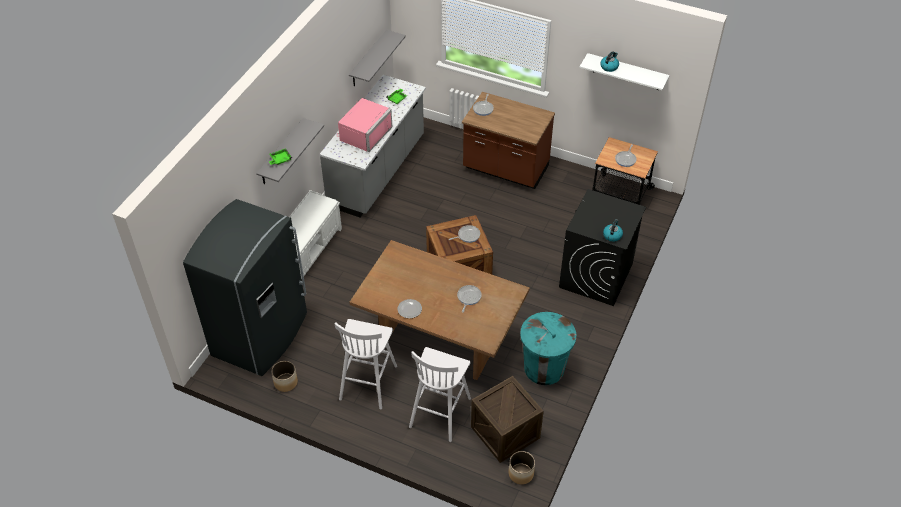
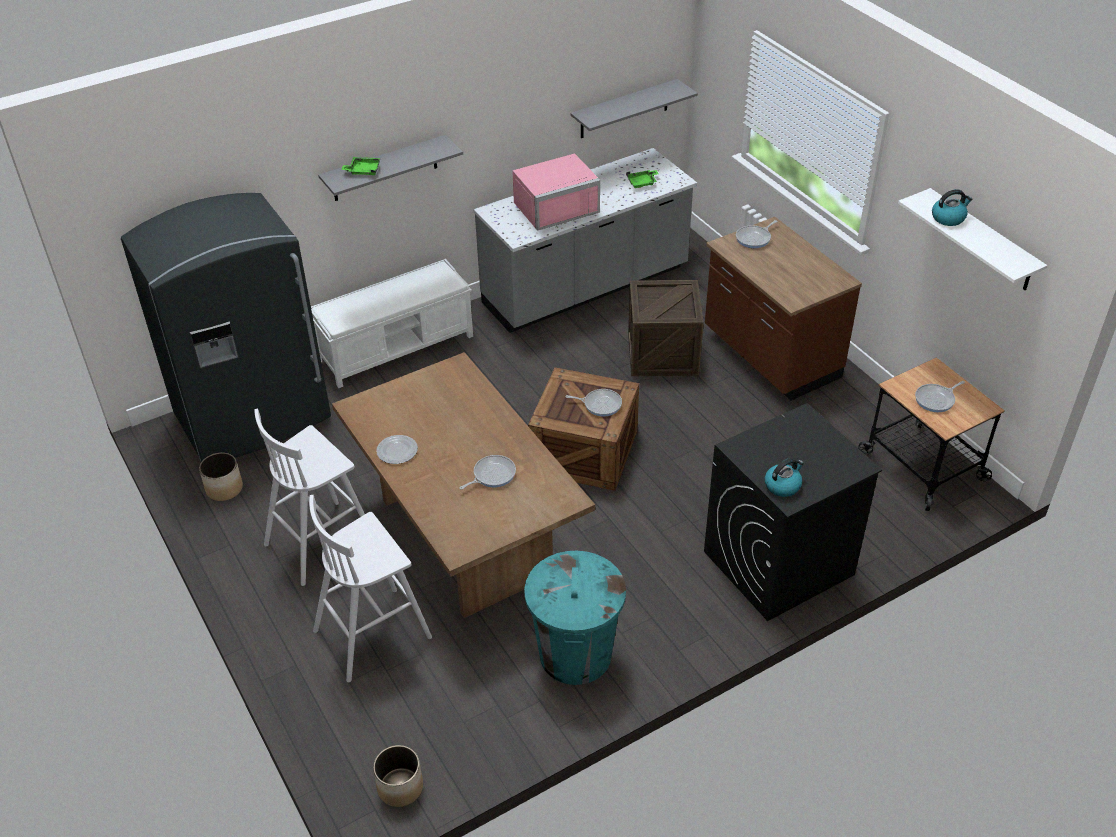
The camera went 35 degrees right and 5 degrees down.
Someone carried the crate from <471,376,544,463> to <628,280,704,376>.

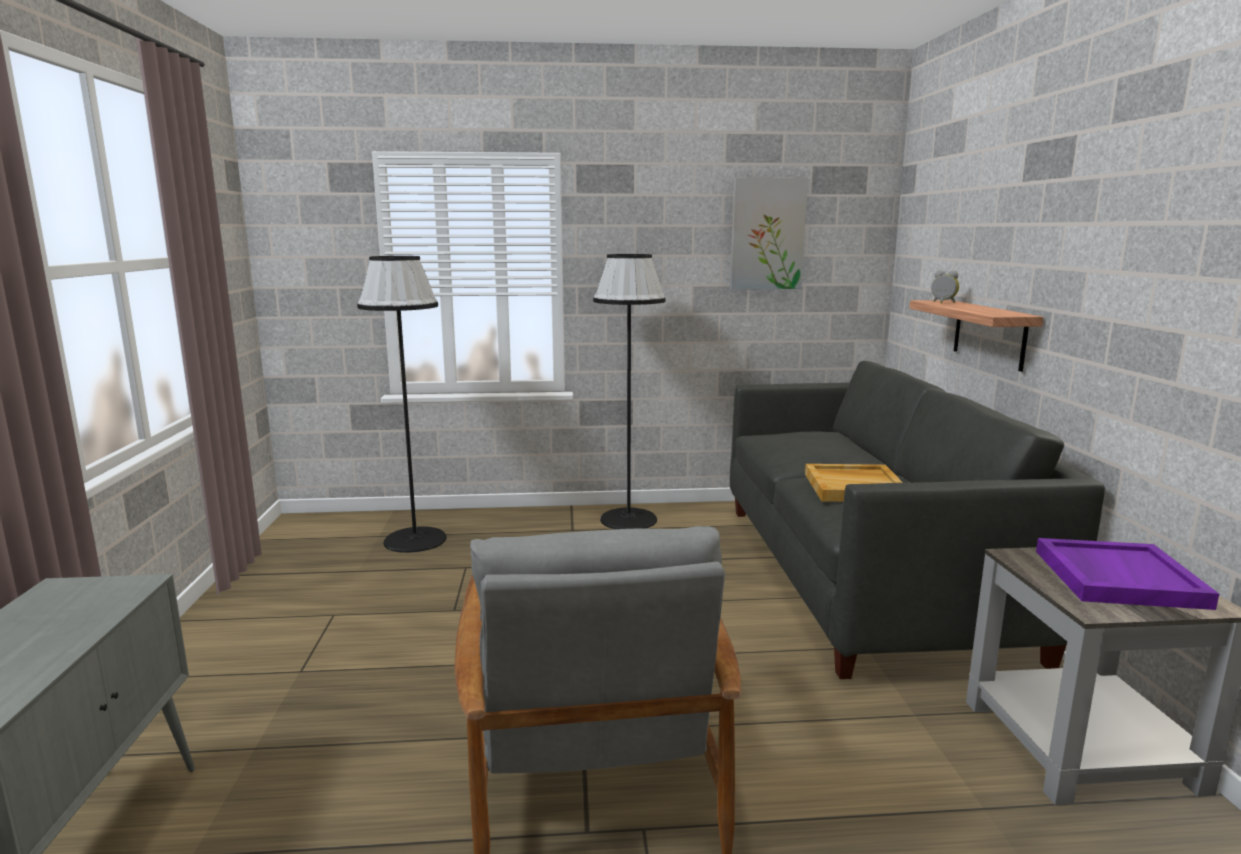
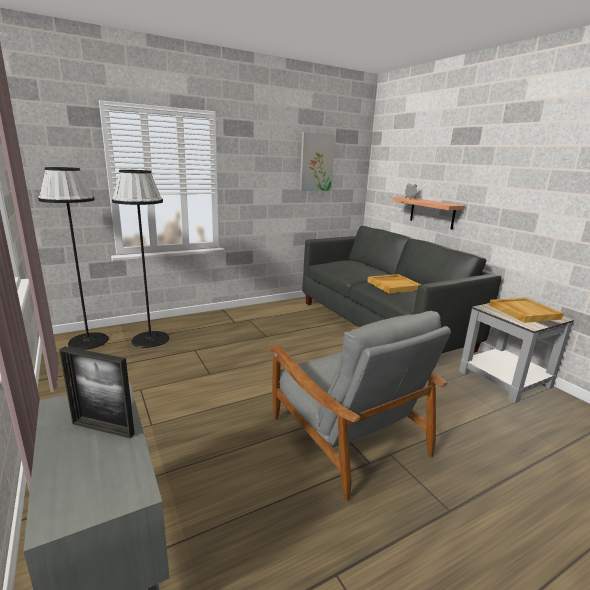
The camera went 25 degrees left and 5 degrees up.
Someone carried the standing lamp (black-coloured) from <593,254,666,529> to <38,167,109,350>.
Someone repainted the carrying tray (purple) at <1036,538,1219,610>, which became the carrying tray (beige-coloured) at <489,297,564,323>.
Someone put down the picture frame at <59,347,135,438>.

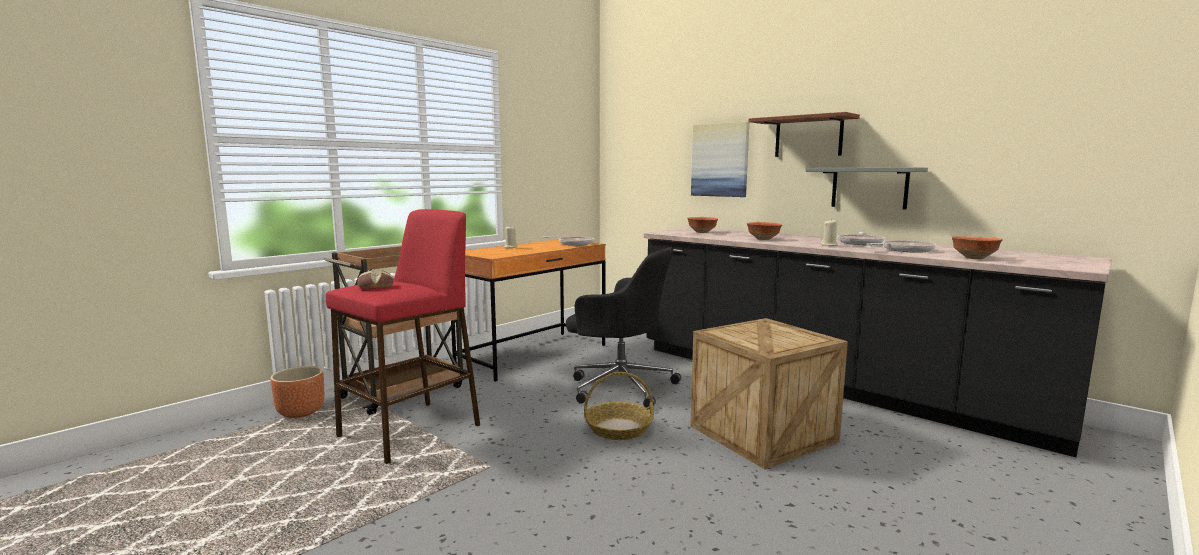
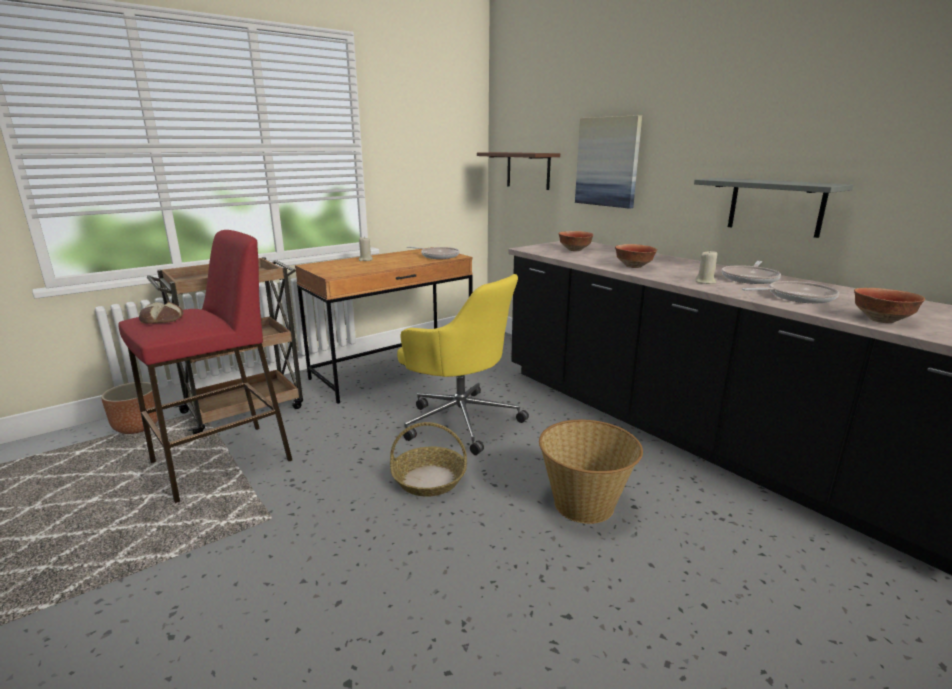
The camera went 10 degrees right and 10 degrees up.
Someone repainted the office chair (black-coloured) at <566,247,681,408>, which became the office chair (yellowish) at <397,274,529,455>.
Someone swapped the crate at <690,318,848,469> for the basket at <539,420,643,524>.
Someone carried the wall shelf (brownish) from <749,112,860,157> to <477,152,560,190>.

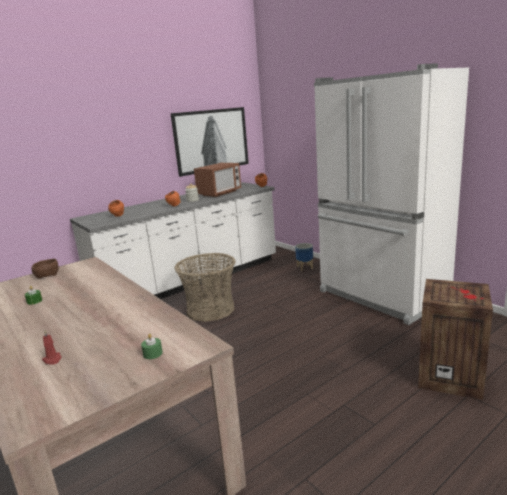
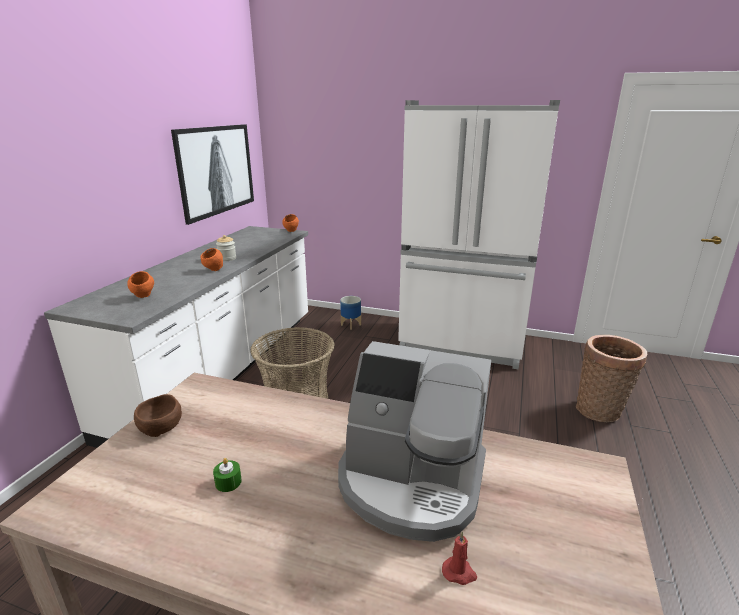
The camera went 35 degrees left and 5 degrees up.
Someone took away the wax light (greenish) at <141,334,163,359>.
Someone took away the microwave at <194,163,241,197>.
Someone swapped the crate at <418,279,493,400> for the basket at <576,335,647,422>.
Someone put down the coffee machine at <338,341,491,542>.

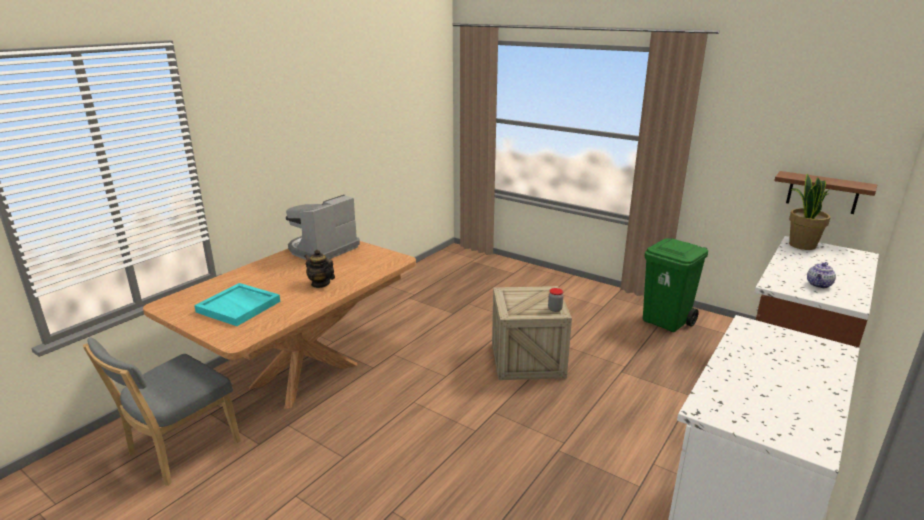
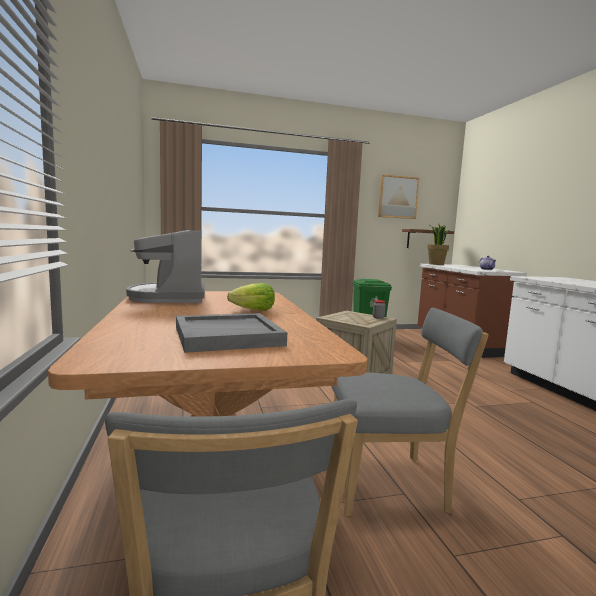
The camera went 50 degrees left and 15 degrees down.
Someone repainted the carrying tray (turquoise) at <194,283,281,326>, which became the carrying tray (grey) at <176,313,287,353>.
Someone swapped the tea pot at <304,250,335,288> for the head of lettuce at <227,283,275,311>.
Someone put down the plain chair (grey) at <332,308,489,516>.
Someone put up the picture at <378,174,419,219>.

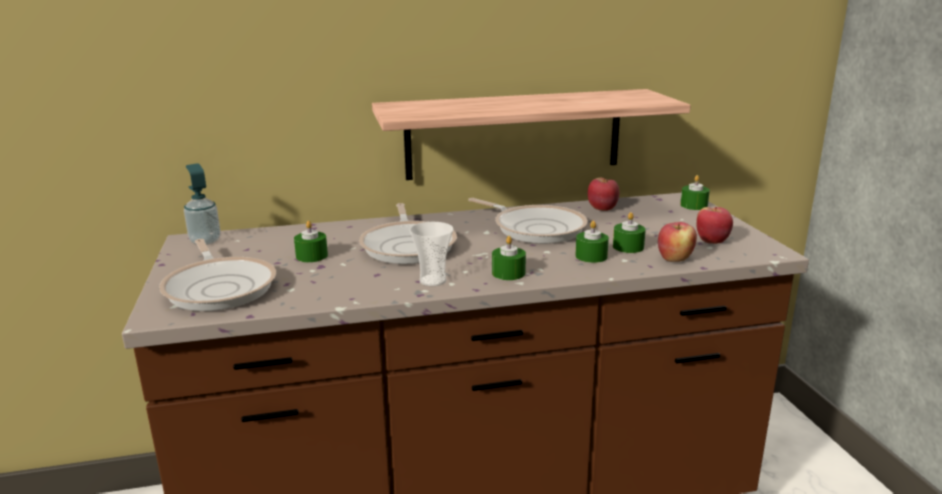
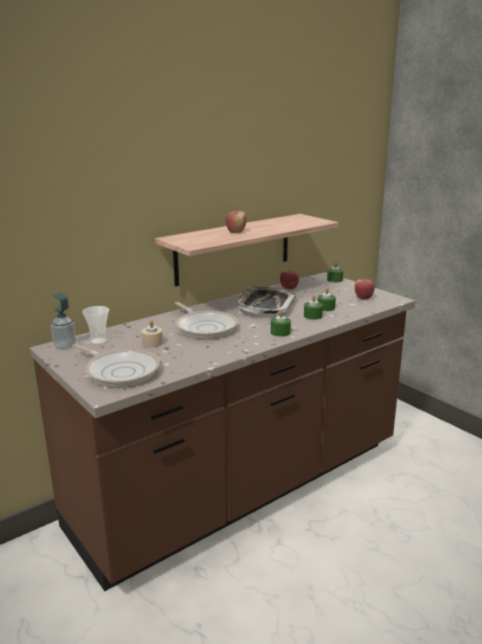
The camera went 25 degrees left and 0 degrees up.
Someone repainted the wax light (greenish) at <294,221,328,262>, which became the wax light (beige-coloured) at <141,320,163,348>.
Someone carried the small cup from <409,222,454,286> to <82,306,109,345>.
Someone swapped the frying pan at <468,198,588,244> for the carrying tray at <236,286,296,314>.
Someone carried the whole apple from <658,222,697,262> to <226,210,247,233>.

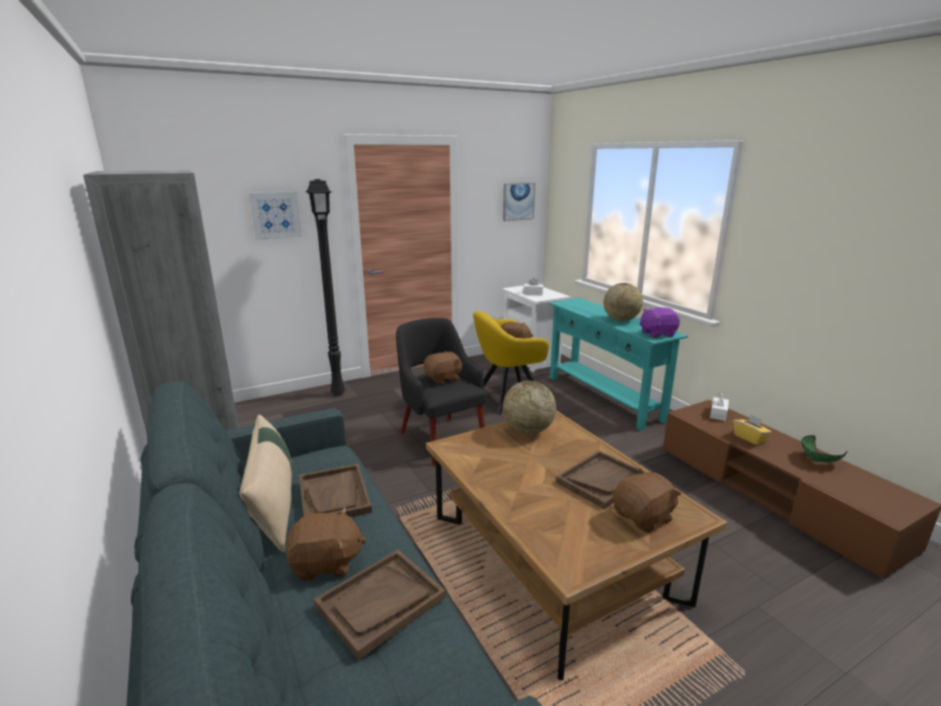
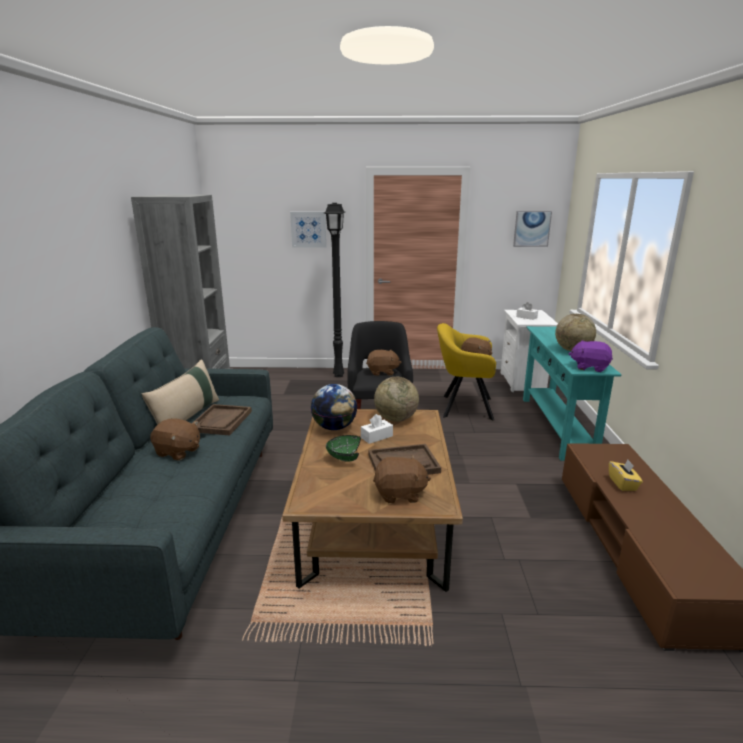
The camera went 30 degrees right and 0 degrees up.
Someone took away the carrying tray (brownish) at <314,550,446,660>.
Someone carried the tissue holder (white) from <710,393,729,421> to <361,414,393,444>.
Someone carried the bowl (greenish) from <801,435,848,463> to <326,435,361,461>.
Someone put down the world globe at <311,384,357,430>.

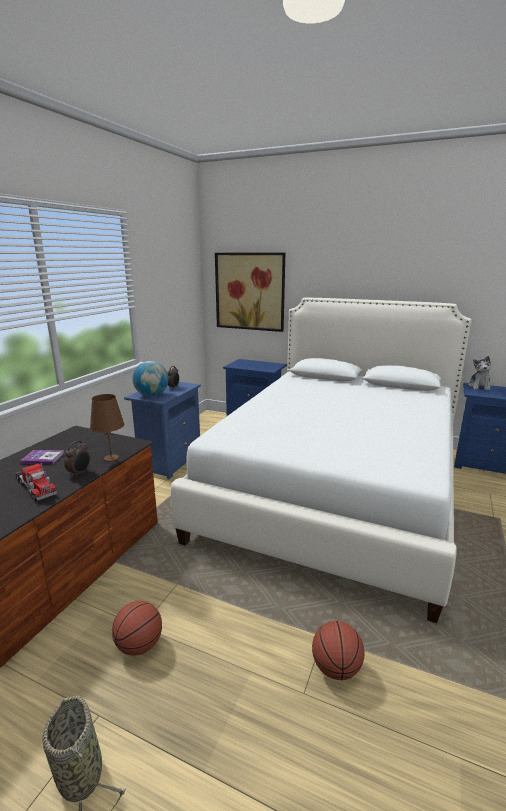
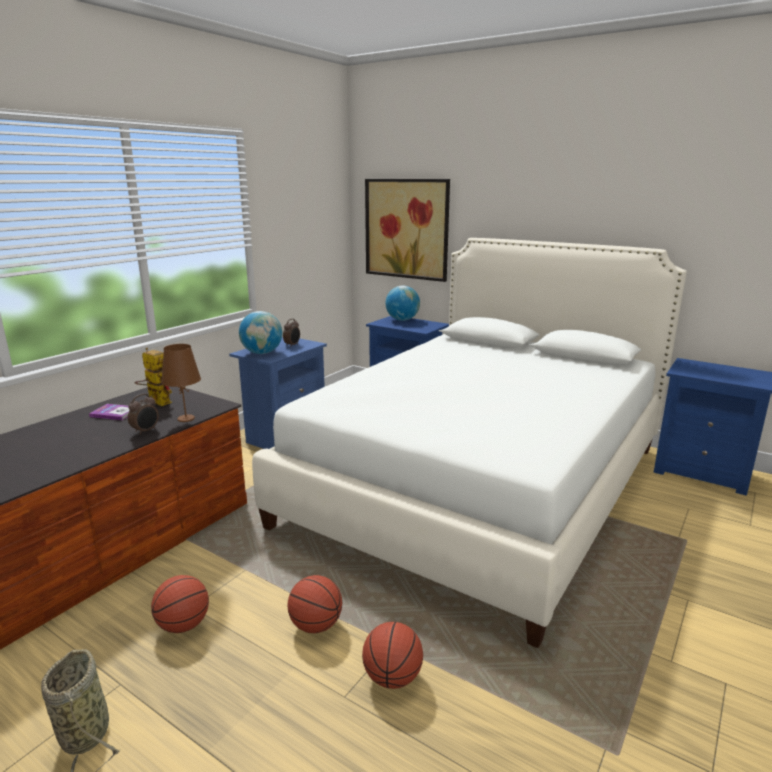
The camera went 10 degrees right and 0 degrees up.
Someone took away the toy truck at <15,463,57,501>.
Someone took away the plush toy at <468,356,491,391>.
Someone put down the robot figure at <135,348,172,406>.
Someone put down the basketball ball at <288,575,342,633>.
Someone put down the world globe at <386,286,420,321>.

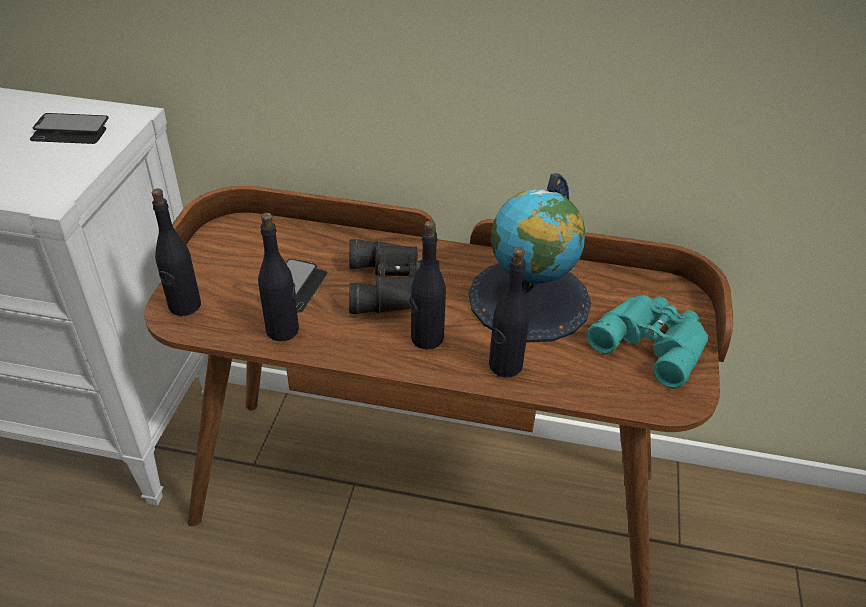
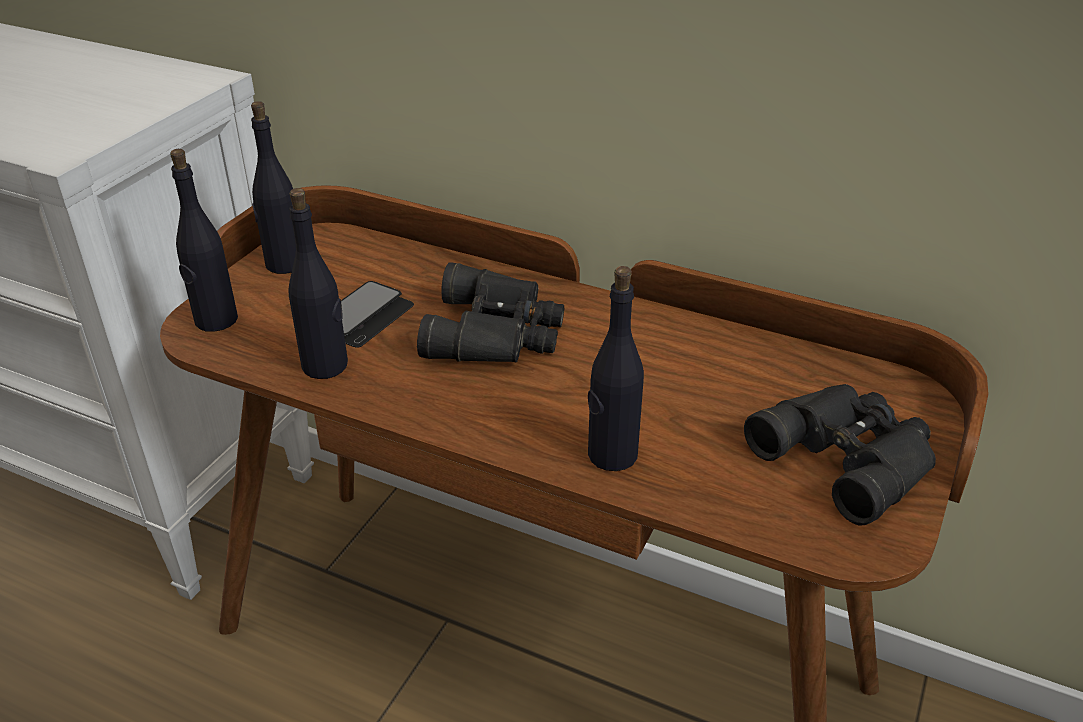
The camera went 15 degrees right and 5 degrees down.
Someone took away the handset at <30,113,109,144>.
Someone carried the drink bottle (black-coloured) from <410,221,446,350> to <251,101,296,274>.
Someone took away the world globe at <468,173,591,342>.
Someone repainted the binoculars (turquoise) at <587,295,708,389>, which became the binoculars (black-coloured) at <744,384,936,526>.

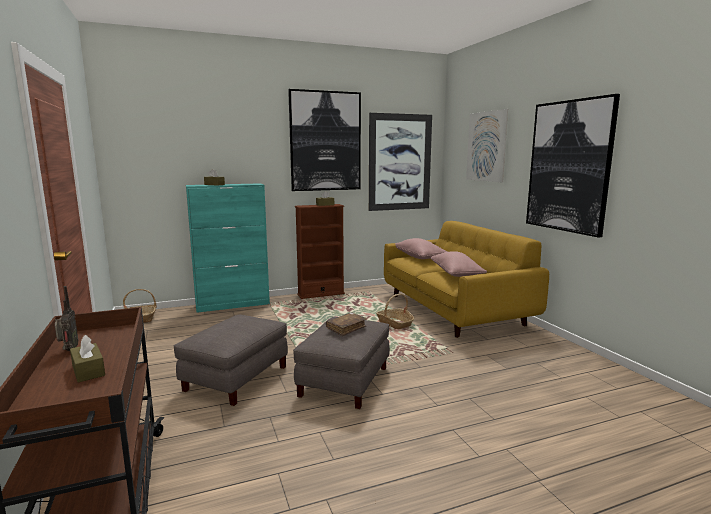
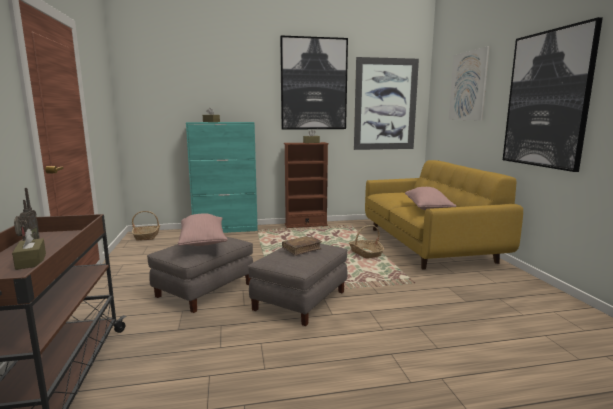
The camera went 10 degrees right and 0 degrees up.
Someone carried the pillow (pinkish) from <395,238,448,259> to <178,213,228,246>.

